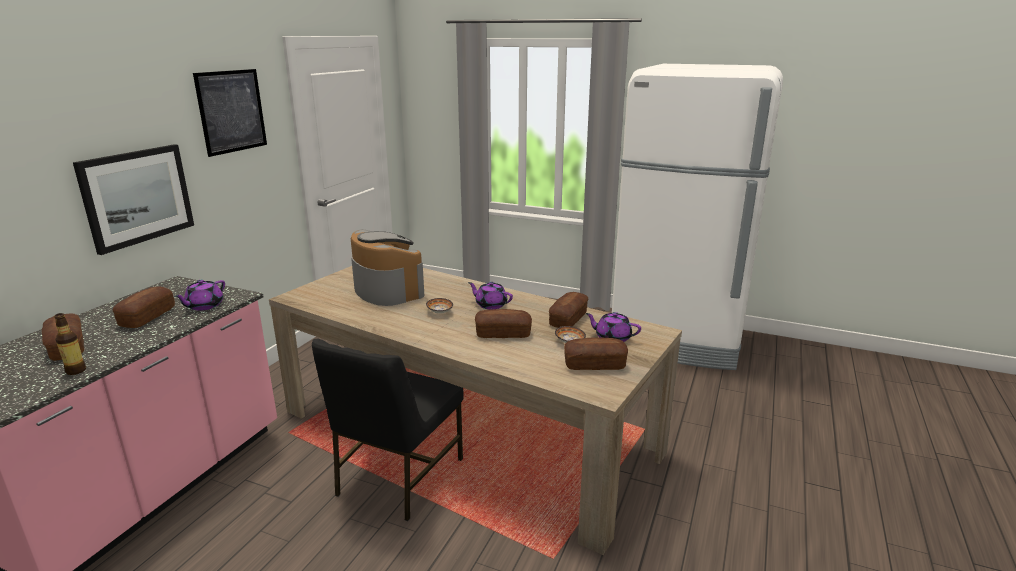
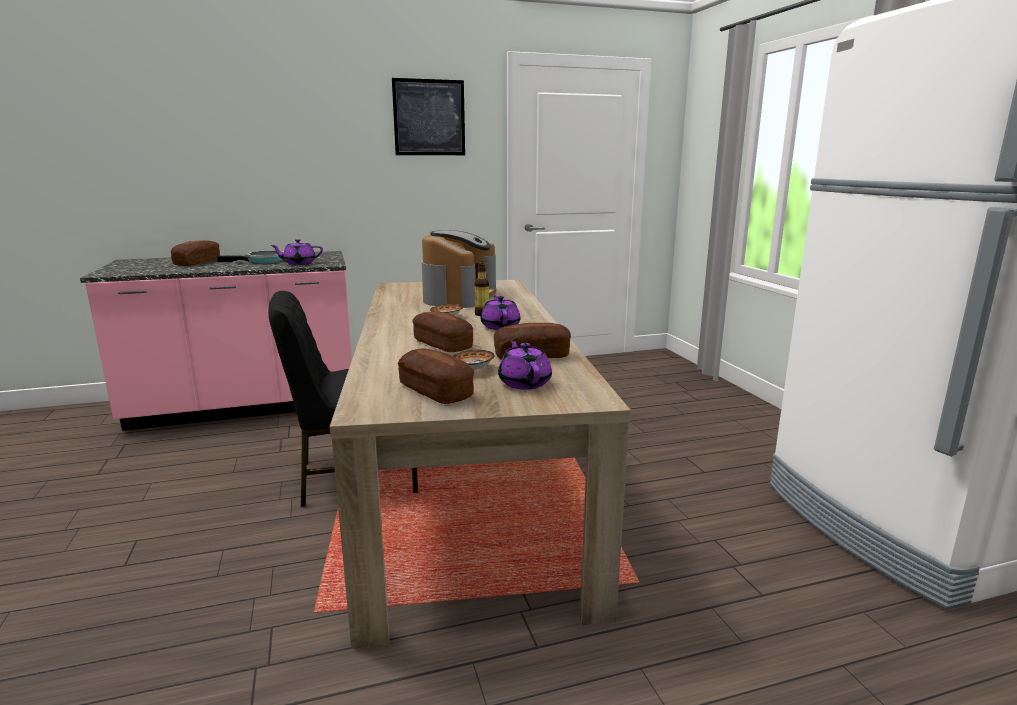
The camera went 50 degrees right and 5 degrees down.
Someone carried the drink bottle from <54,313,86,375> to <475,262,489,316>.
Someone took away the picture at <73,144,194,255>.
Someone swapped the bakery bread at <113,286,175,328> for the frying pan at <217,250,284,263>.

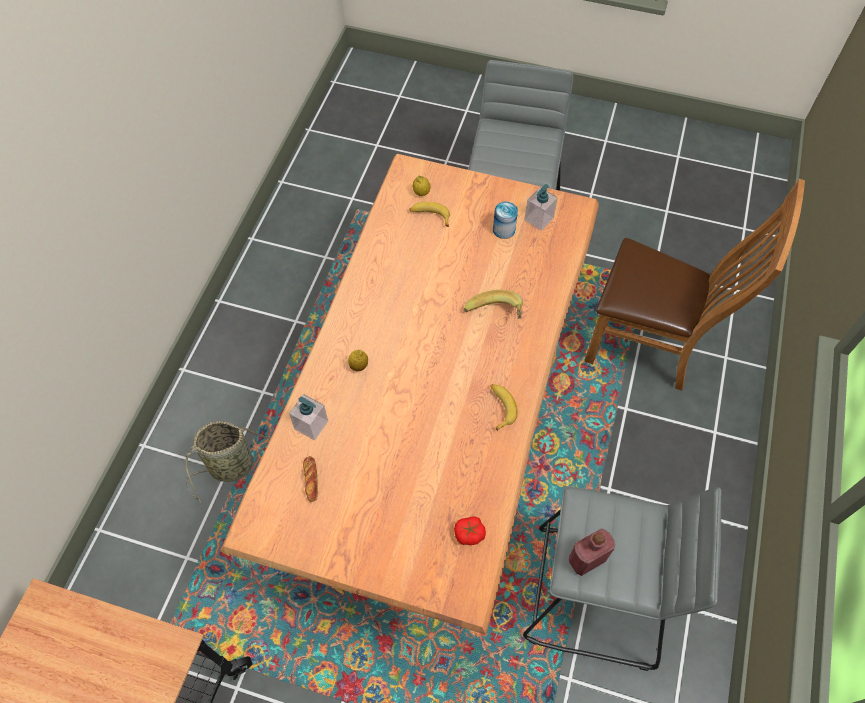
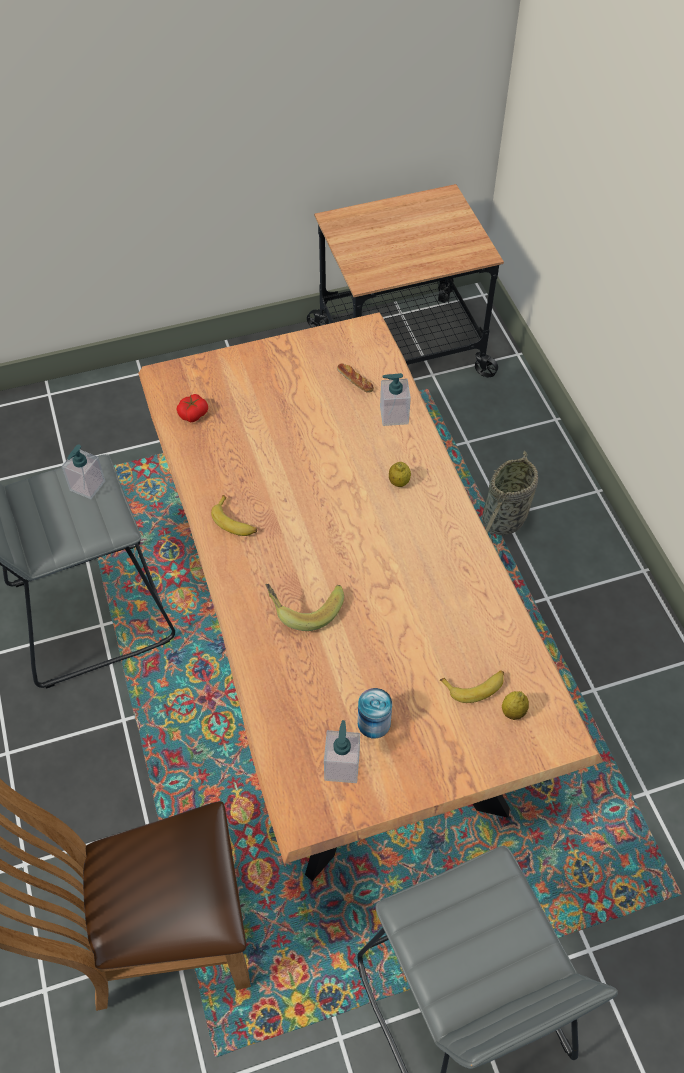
The camera went 145 degrees right and 5 degrees down.
Someone swapped the drink bottle (reddish) at <569,528,615,576> for the soap bottle at <62,444,105,499>.

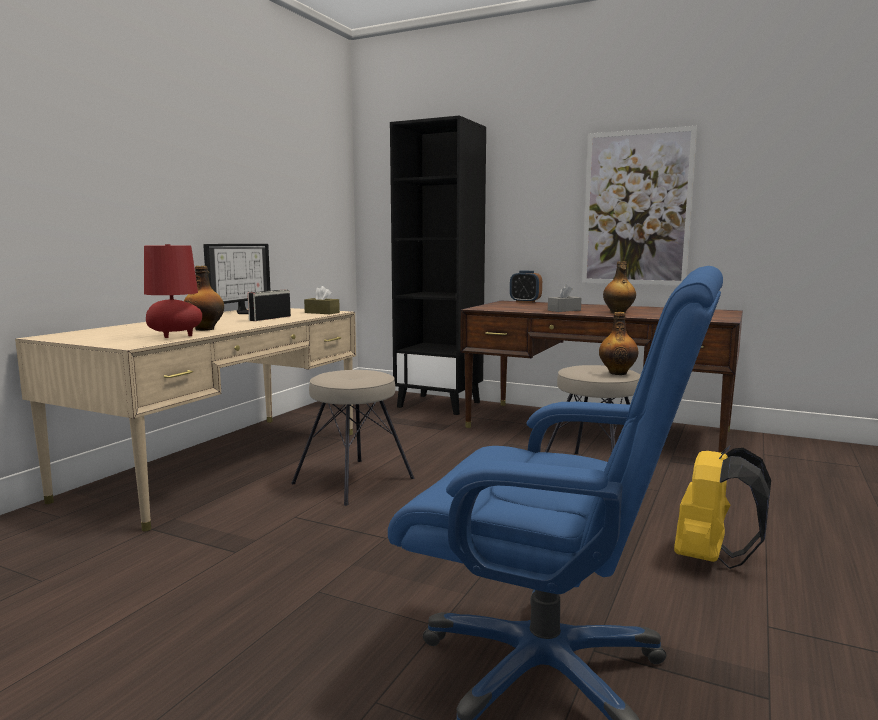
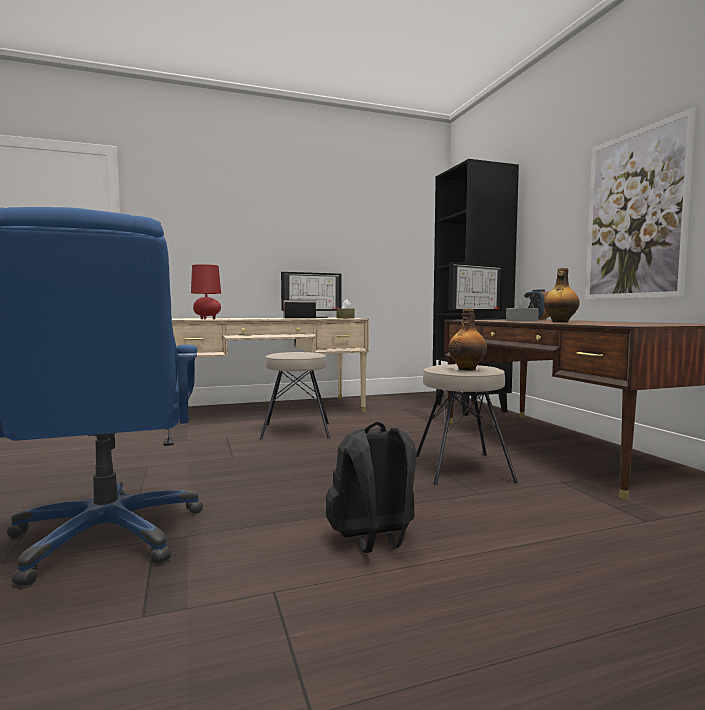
The camera went 45 degrees right and 5 degrees down.
Someone took away the drink bottle at <184,266,224,331>.
Someone repainted the rucksack (yellowish) at <674,445,771,569>, which became the rucksack (black-coloured) at <326,422,417,553>.
Someone put down the computer screen at <448,262,503,320>.

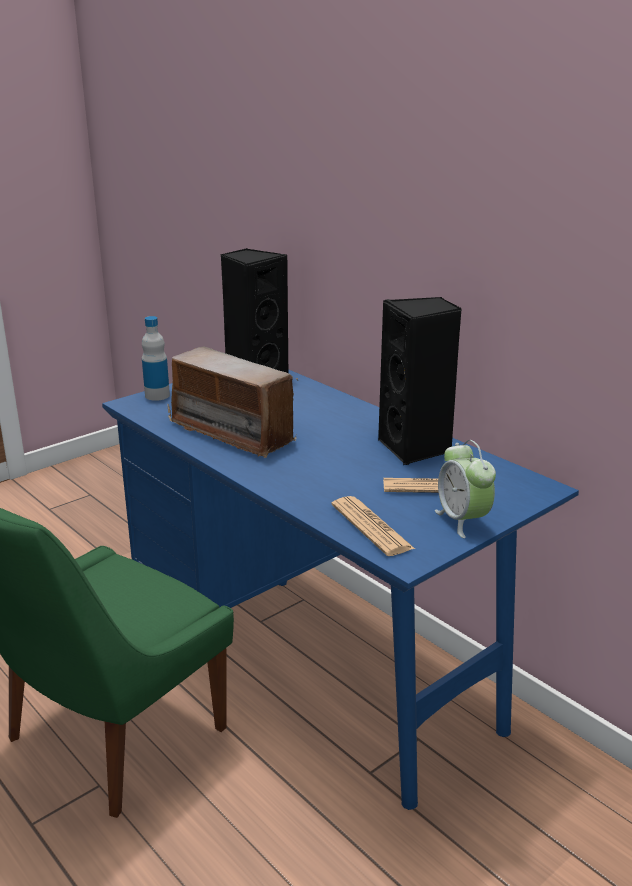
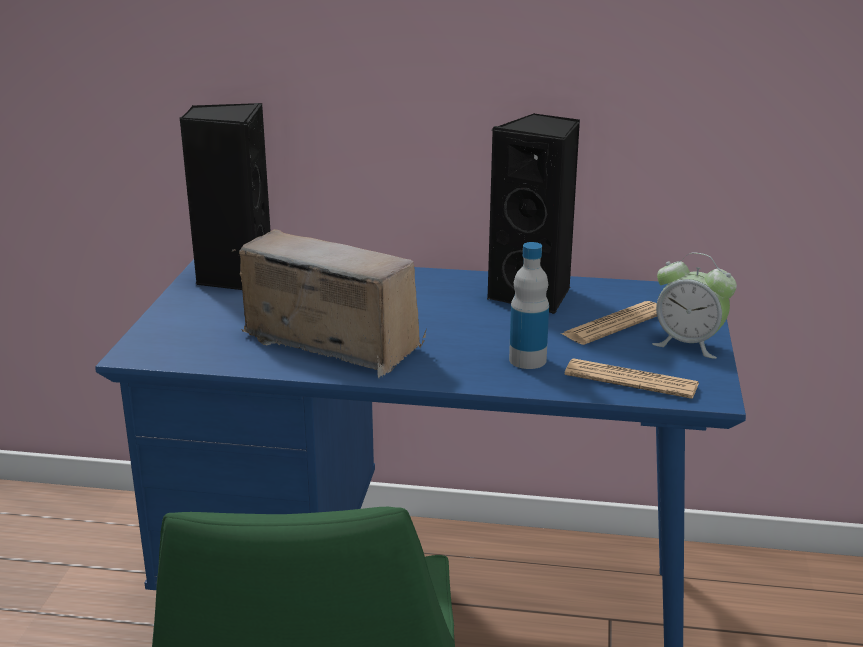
The camera went 40 degrees left and 0 degrees up.
Someone carried the drink bottle from <142,316,170,401> to <509,242,549,369>.
Someone rotated the radio at <168,346,298,458> by 150 degrees counterclockwise.

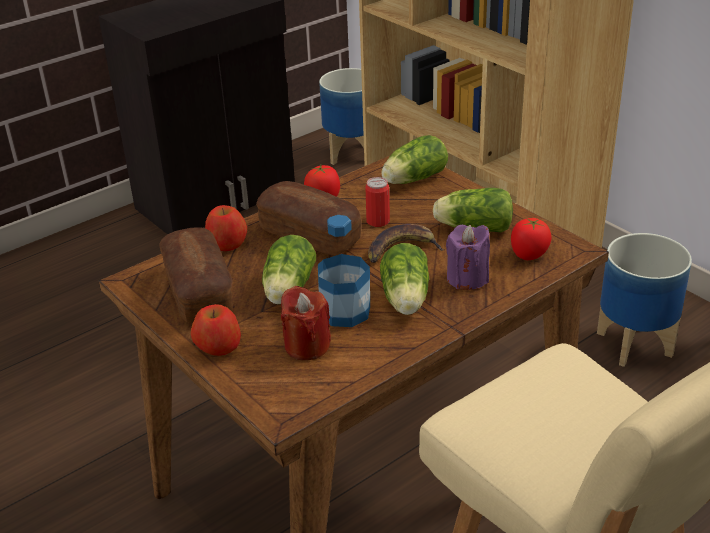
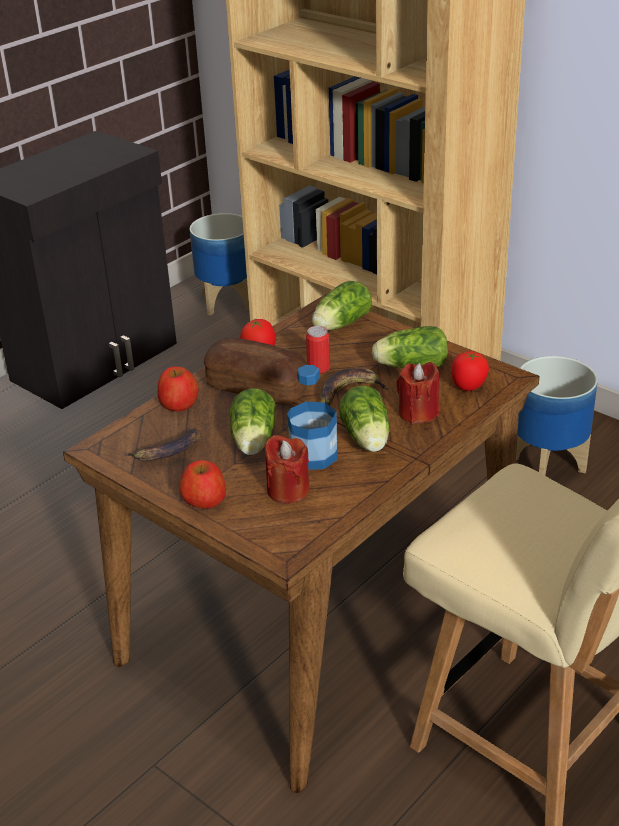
The camera went 10 degrees left and 0 degrees up.
Someone swapped the bakery bread at <159,227,233,323> for the banana fruit at <124,428,201,461>.
Someone repainted the wax light (purple) at <446,225,490,290>, which became the wax light (reddish) at <396,362,439,424>.

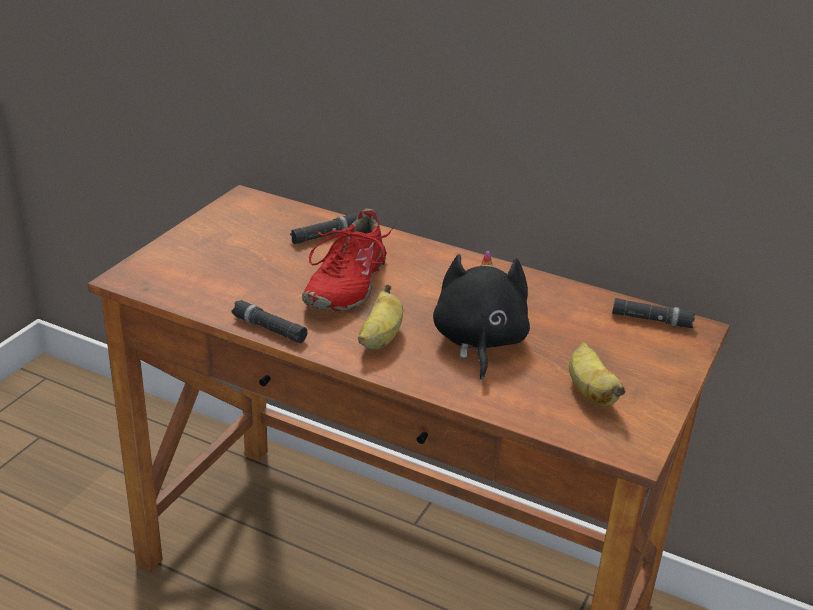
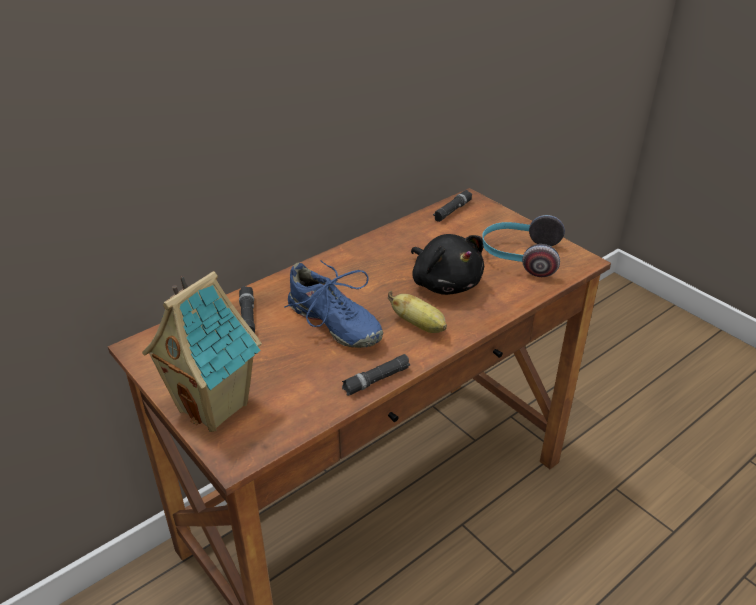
The camera went 65 degrees left and 5 degrees up.
Someone repainted the low shoe (reddish) at <302,208,395,311>, which became the low shoe (blue-coloured) at <284,261,383,348>.
Someone rotated the plush toy (black-coloured) at <433,251,530,380> by 150 degrees counterclockwise.
Someone swapped the banana fruit at <569,341,626,406> for the headset at <482,215,565,277>.
Someone put down the miniature house at <142,271,262,432>.

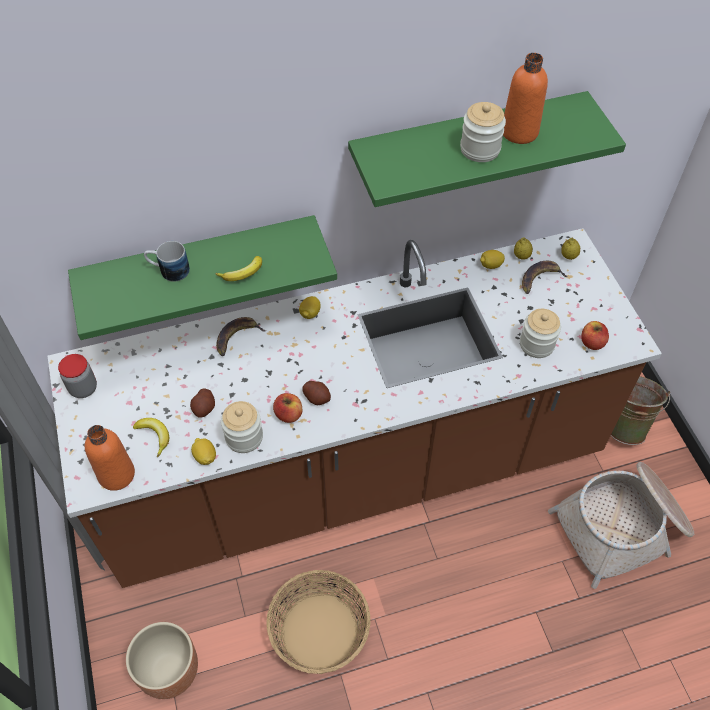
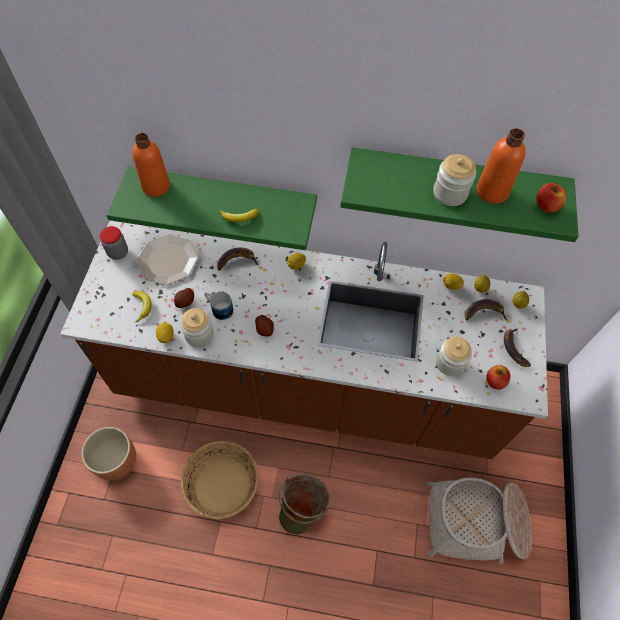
The camera went 25 degrees right and 5 degrees up.
Someone carried the drink bottle (orange) from <85,425,135,491> to <132,133,170,197>.
Someone carried the mug from <144,241,190,282> to <205,292,233,320>.
Someone carried the whole apple from <273,393,302,423> to <536,183,566,213>.
Someone carried the water bucket (greenish) from <611,376,670,445> to <279,474,330,535>.
Someone put down the dinner plate at <136,234,199,285>.
Someone put down the banana fruit at <504,328,531,367>.

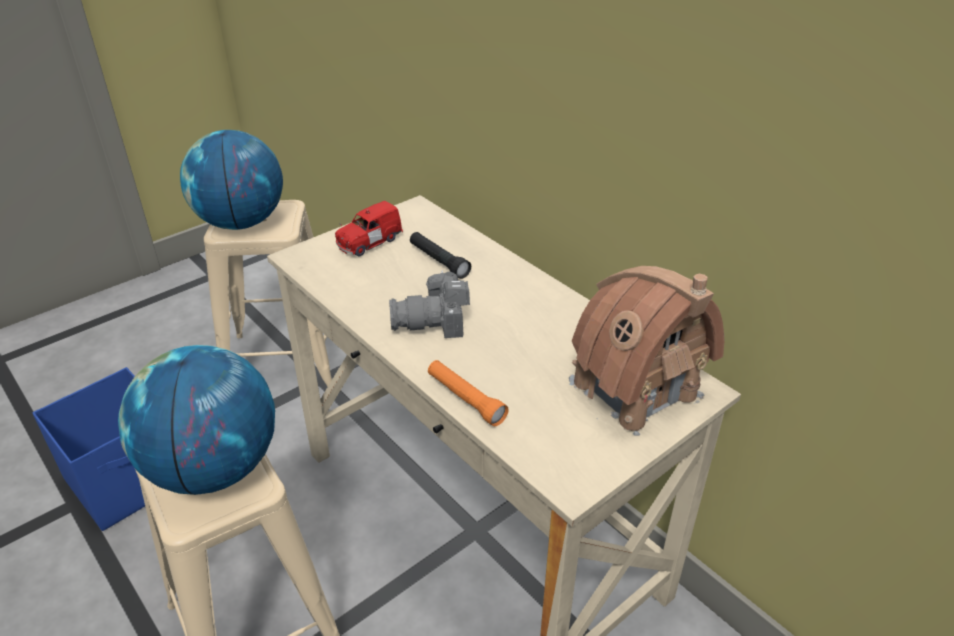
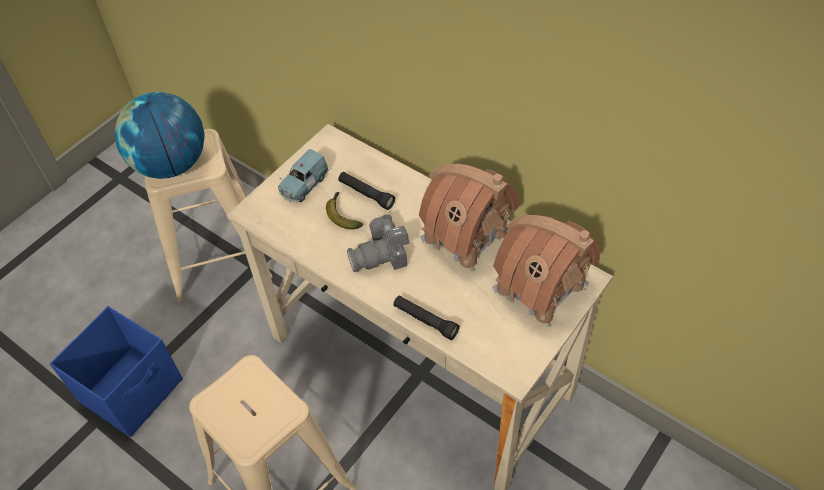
The camera went 10 degrees left and 15 degrees up.
Someone took away the world globe at <118,345,275,495>.
Someone repainted the toy car (reddish) at <335,201,403,257>, which became the toy car (blue-coloured) at <278,149,329,203>.
Someone repainted the flashlight (orange) at <428,360,509,427>, which became the flashlight (black-coloured) at <393,295,460,340>.
Someone put down the banana fruit at <326,192,363,229>.
Someone put down the miniature house at <419,164,519,271>.

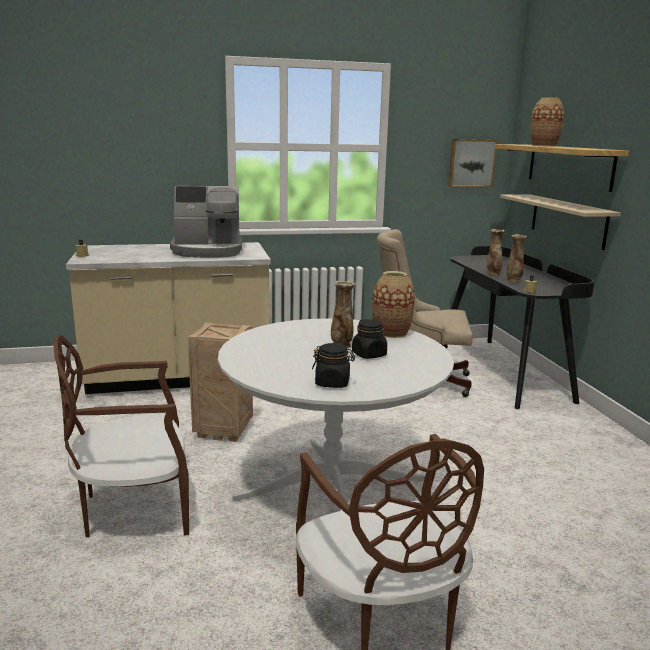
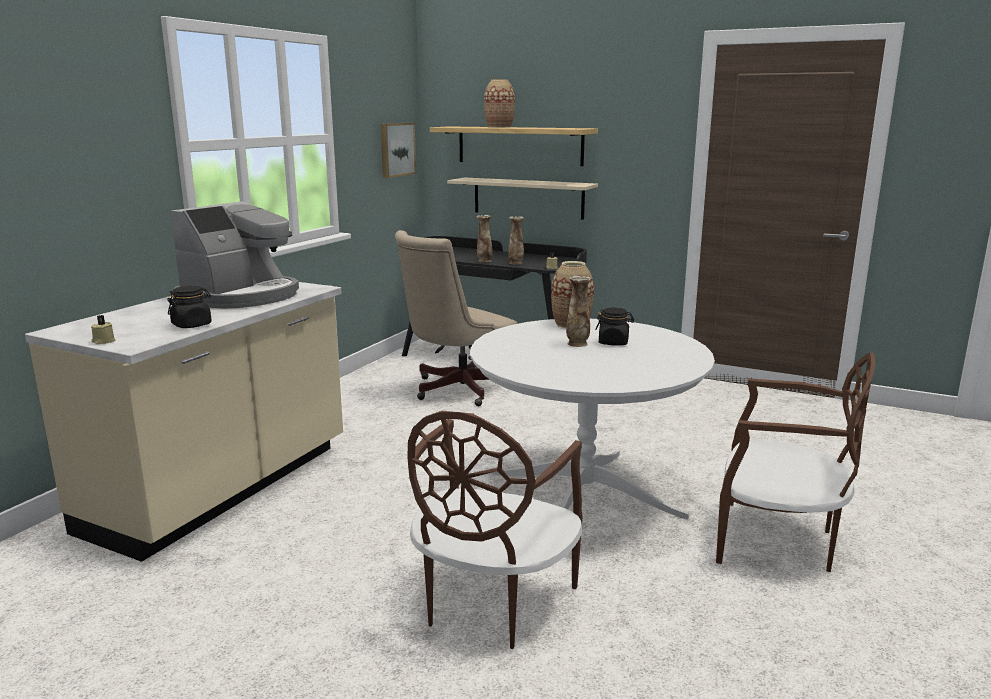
The camera went 50 degrees left and 0 degrees up.
Someone took away the crate at <188,322,253,442>.
Someone carried the jar (black-coloured) from <312,343,355,388> to <167,286,212,328>.

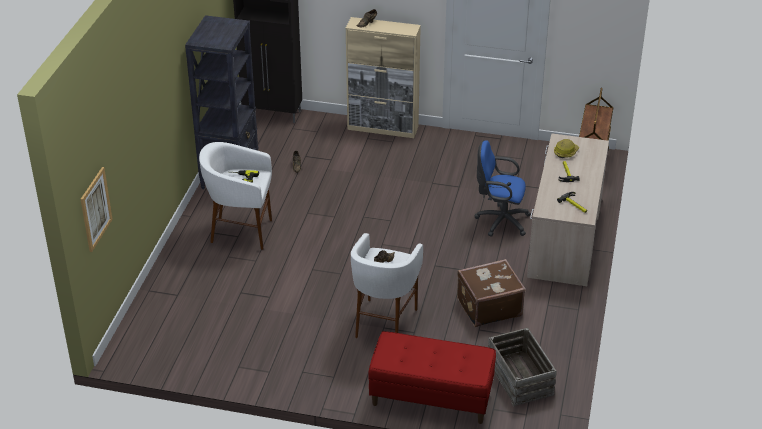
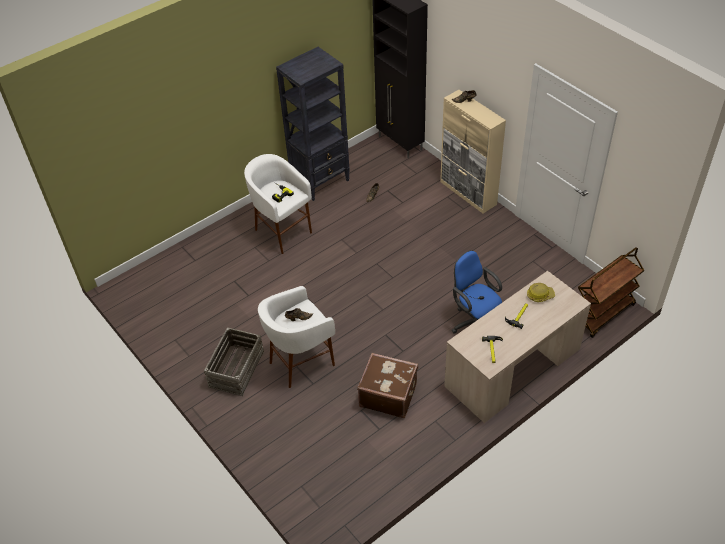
The camera went 40 degrees right and 10 degrees up.
Someone took away the picture at <81,167,113,252>.
Someone took away the long seat (reddish) at <369,331,496,424>.
Someone carried the crate from <488,328,557,406> to <204,327,264,396>.

